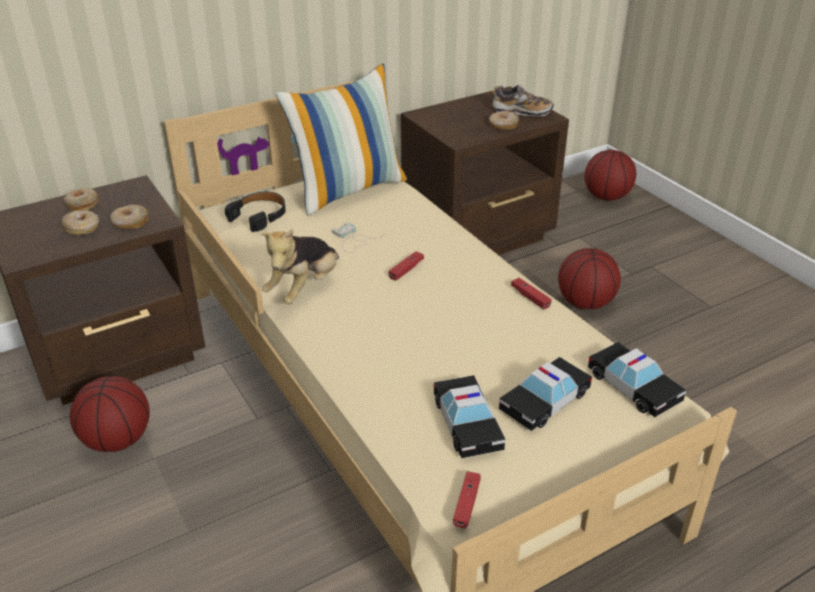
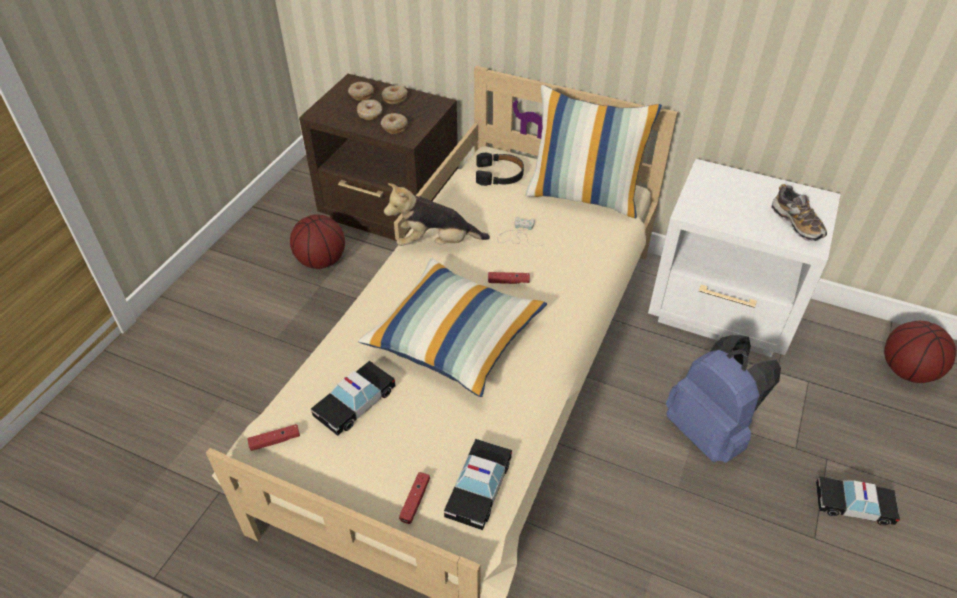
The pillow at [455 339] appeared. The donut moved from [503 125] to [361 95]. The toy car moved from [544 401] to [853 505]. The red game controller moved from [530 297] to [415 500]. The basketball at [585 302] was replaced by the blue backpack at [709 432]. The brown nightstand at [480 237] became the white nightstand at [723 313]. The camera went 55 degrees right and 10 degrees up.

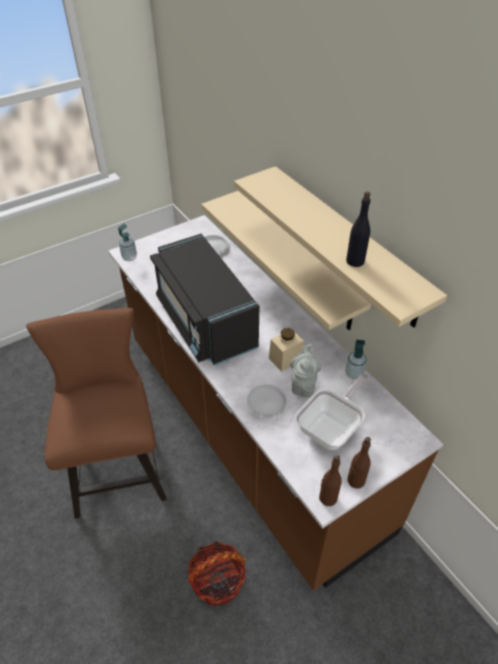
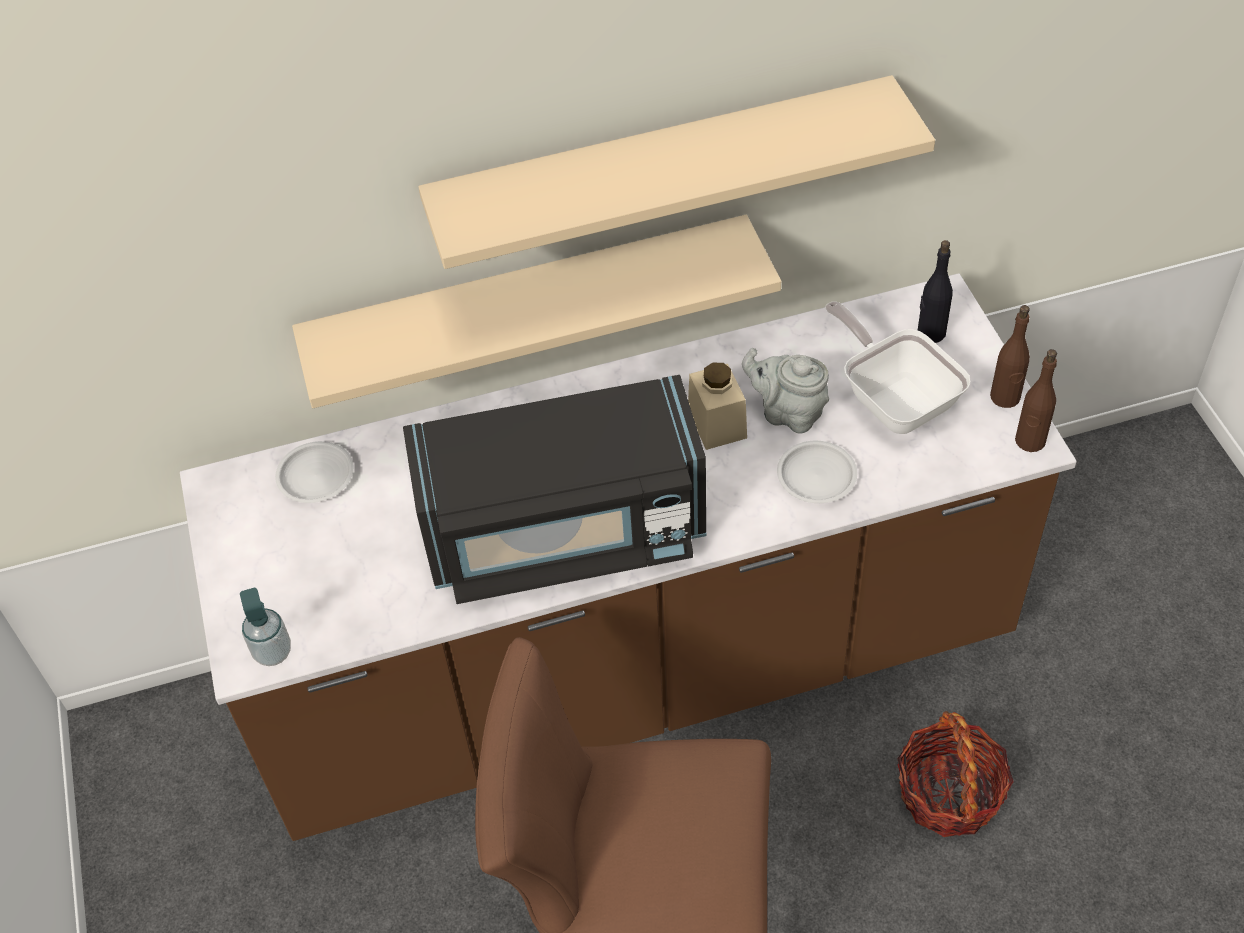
The soap dispenser at [354 374] disappeared. The black bottle moved from [355 261] to [930 333]. The camera went 70 degrees left and 5 degrees up.

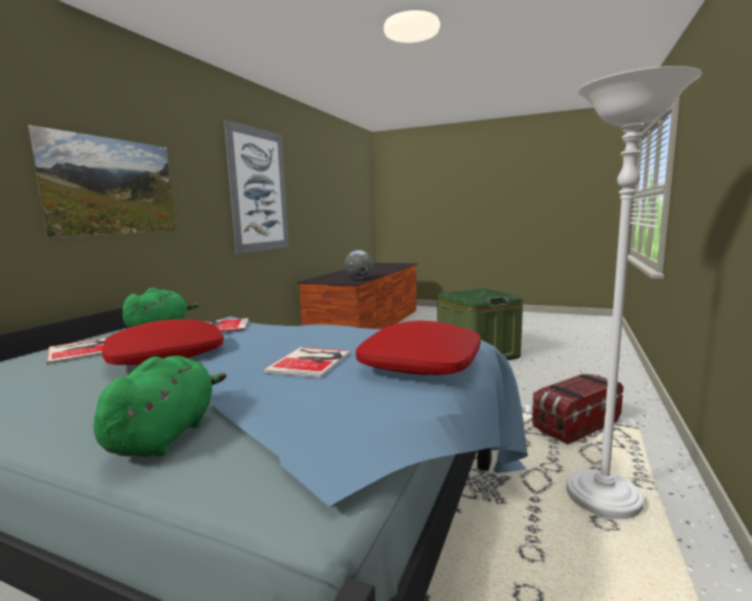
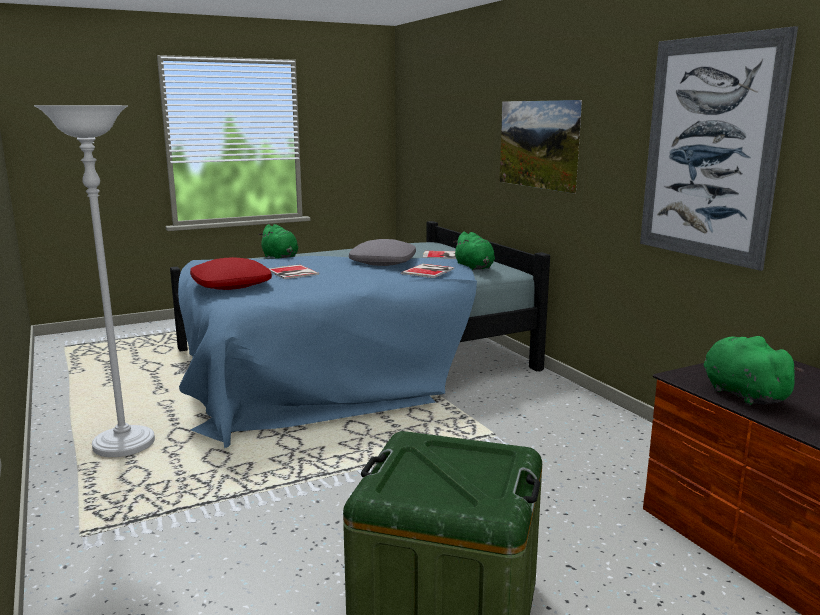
The storage box at [575 425] disappeared. The globe at [359 278] was replaced by the green plush toy at [741 394]. The red pillow at [166 356] became the grey pillow at [382 262]. The camera went 130 degrees right and 5 degrees up.

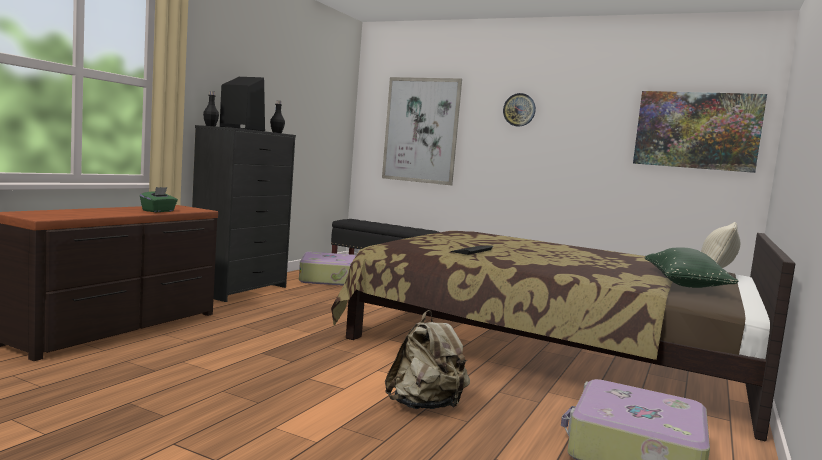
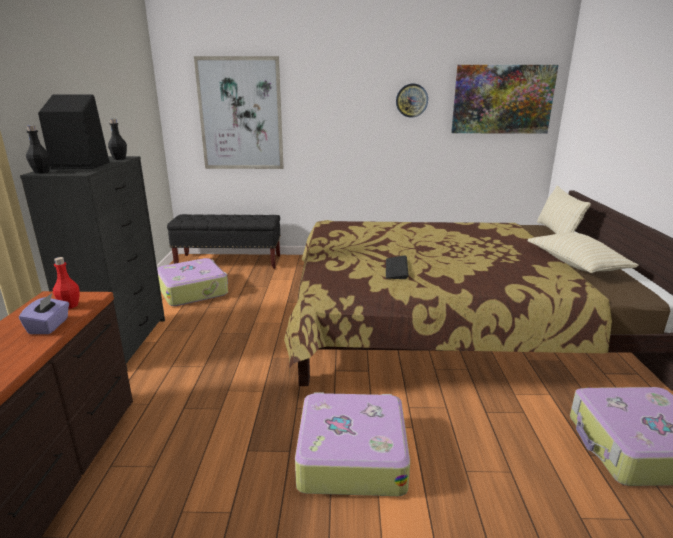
The beige backpack at [425 406] disappeared. The red bottle at [69 306] appeared. The suitcase at [351 455] appeared. The wall clock moved from [519 110] to [411 100]. The green tissue box at [158 211] became the purple tissue box at [49 326]. The green pillow at [684 284] became the beige pillow at [576 265]. The camera went 25 degrees left and 15 degrees up.

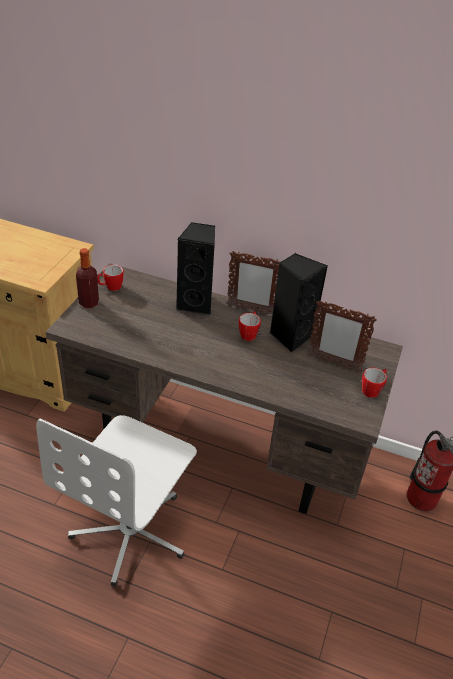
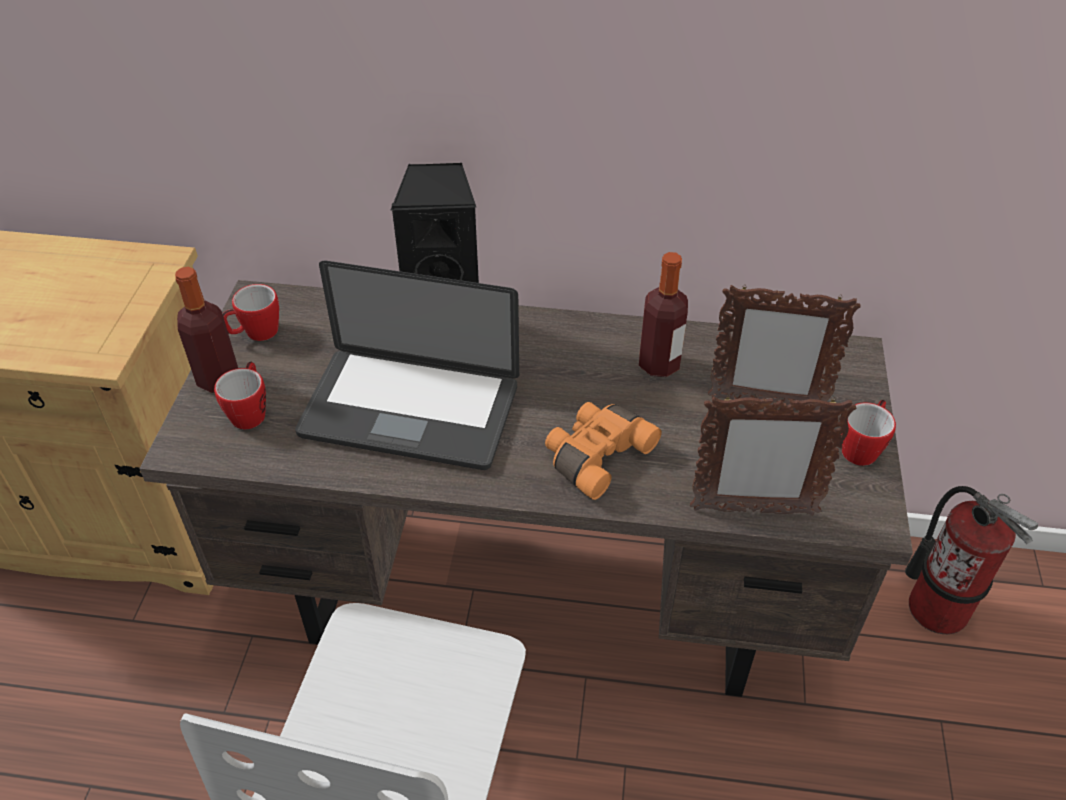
The laptop at [410 411] appeared. The orange binoculars at [596 455] appeared. The picture frame moved from [251 310] to [752 511]. The mug moved from [249 333] to [250 411]. The black speaker at [290 336] was replaced by the bottle at [659 364]. The camera went 10 degrees left and 5 degrees up.

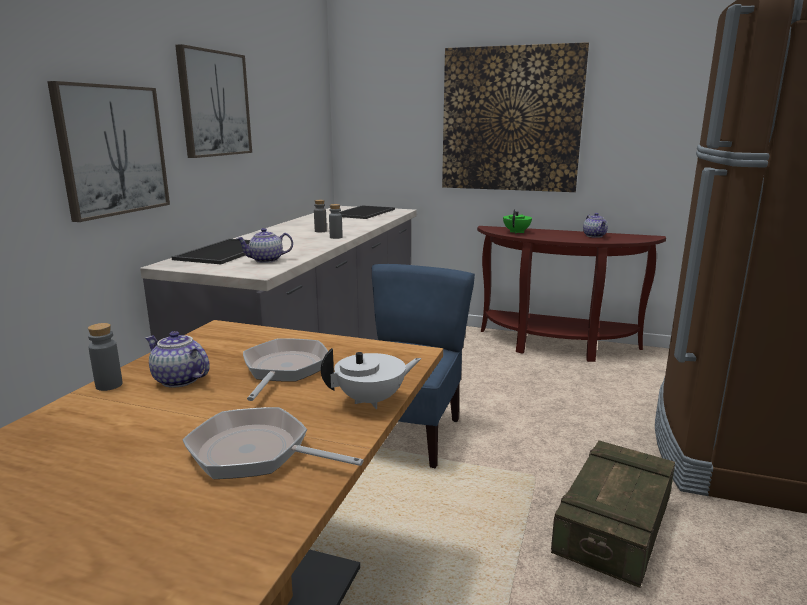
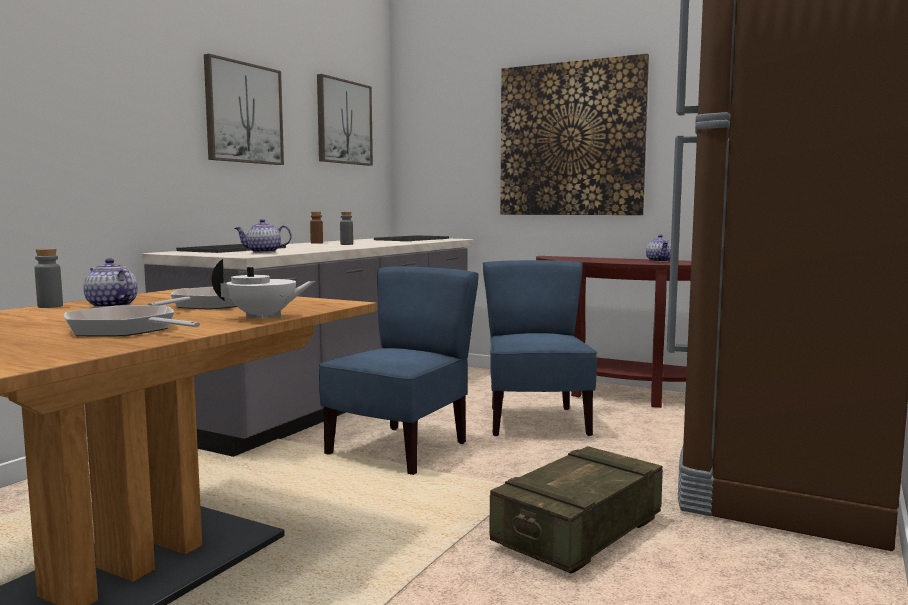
The grey bottle at [336 237] disappeared. The green teapot at [517 232] disappeared. The brown bottle at [316 243] appeared. The blue chair at [536 422] appeared. The picture moved from [112 150] to [343 122]. The camera went 10 degrees right and 10 degrees down.

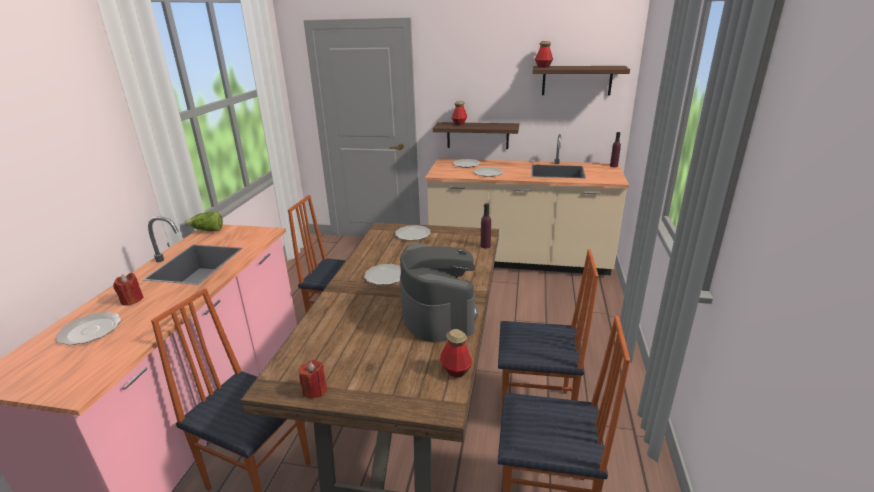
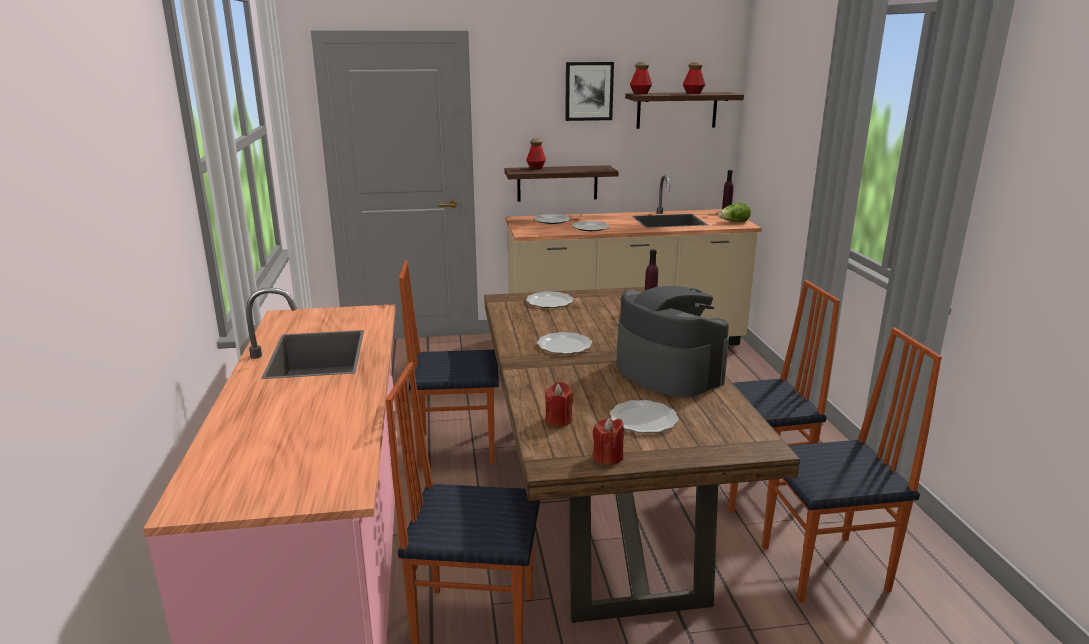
The picture at [589 91] appeared. The plate moved from [90 330] to [642 419]. The red candle moved from [132 300] to [558 420]. The lettuce moved from [207 231] to [734 222]. The bottle moved from [456 370] to [693 93]. The camera went 20 degrees left and 5 degrees down.

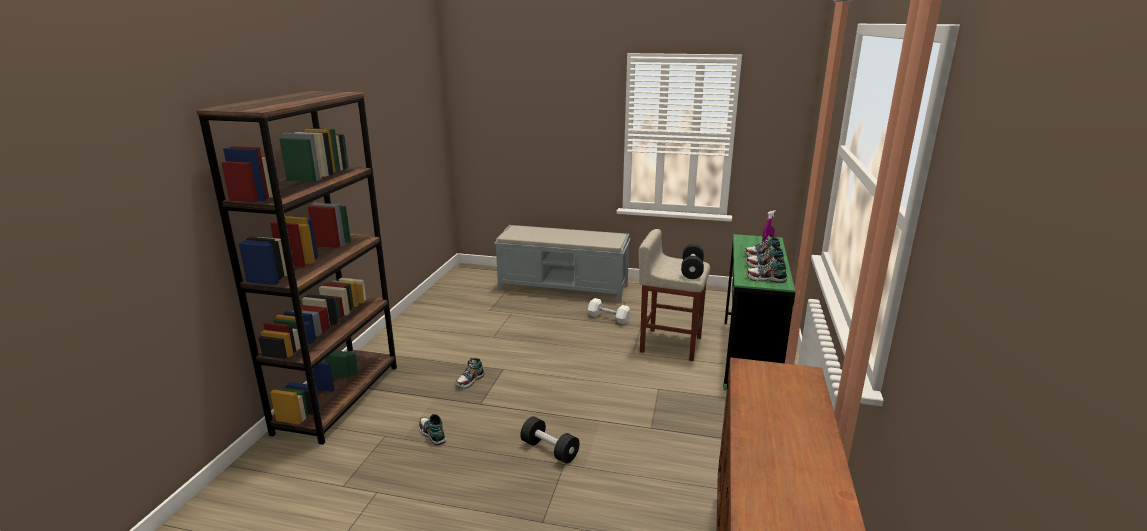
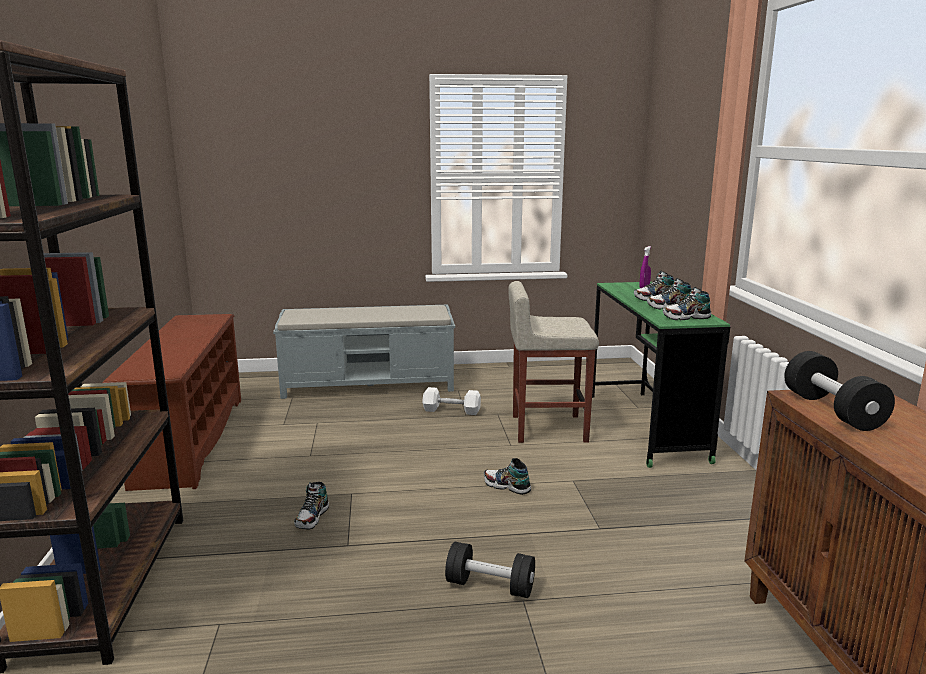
The brown shoe rack at [189 439] appeared. The shoe moved from [432 435] to [506 486]. The black dumbbell moved from [692 271] to [832 411]. The camera went 20 degrees left and 5 degrees down.

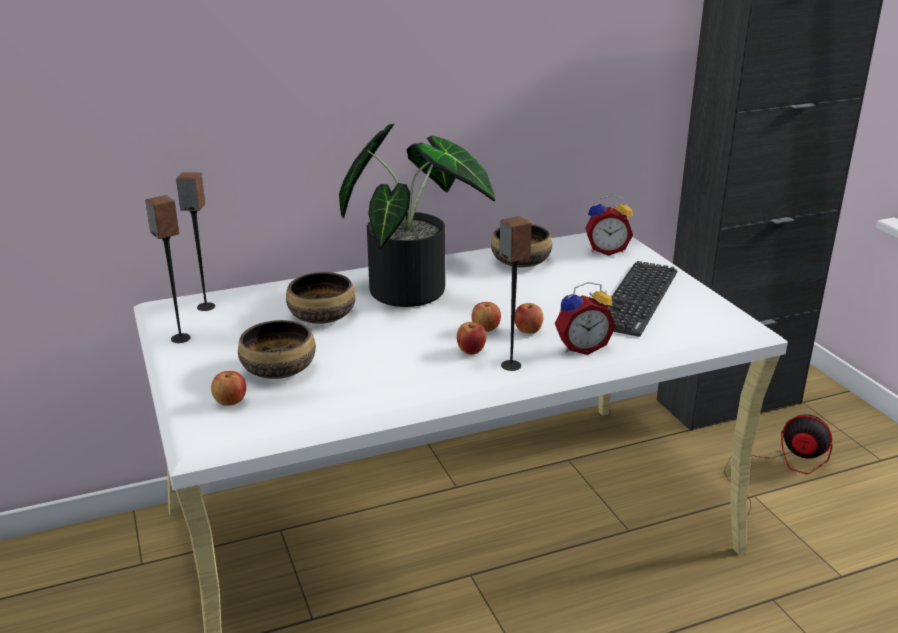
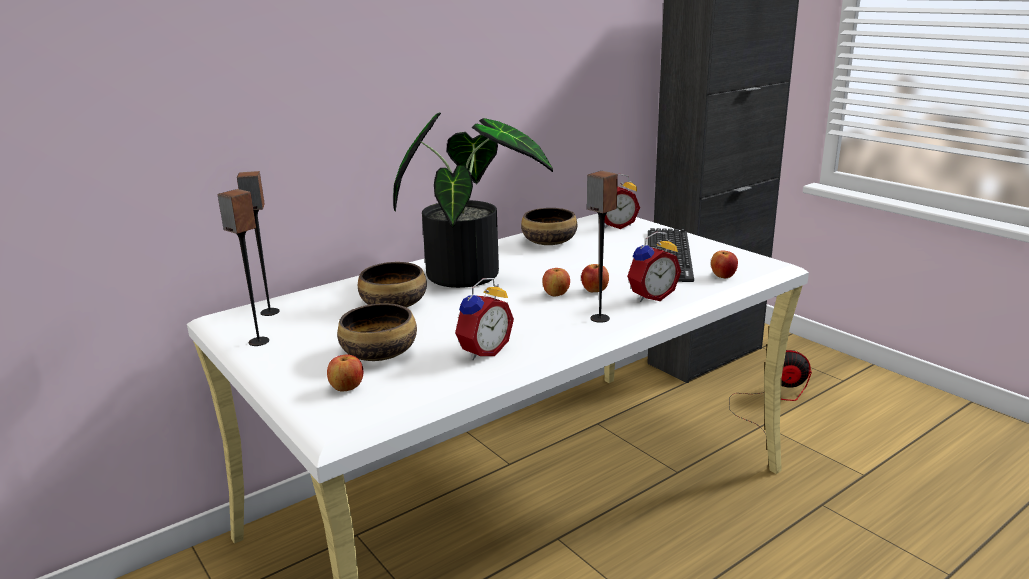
The alarm clock at [482 351] appeared. The apple moved from [471 351] to [723 276]. The camera went 15 degrees left and 5 degrees down.

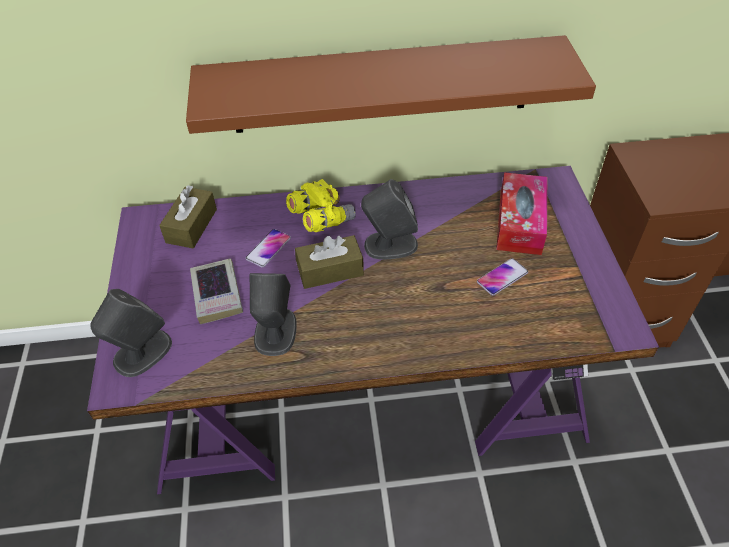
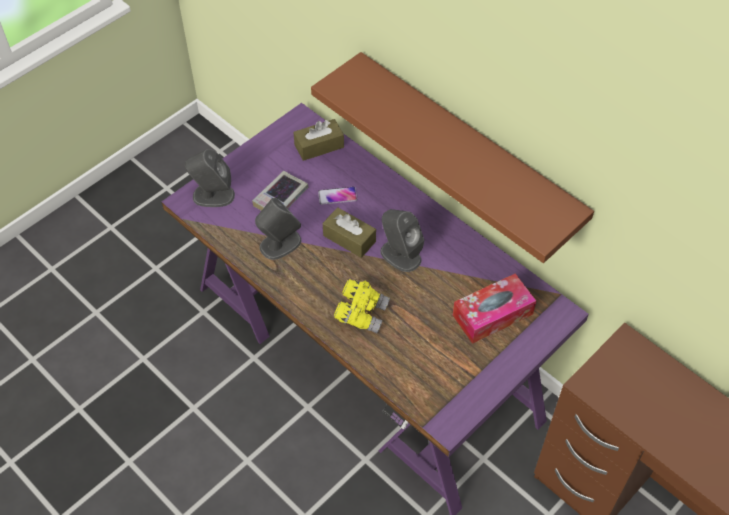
The phone at [502 277] disappeared. The yellow binoculars moved from [321 218] to [361 313]. The camera went 50 degrees right and 5 degrees up.

